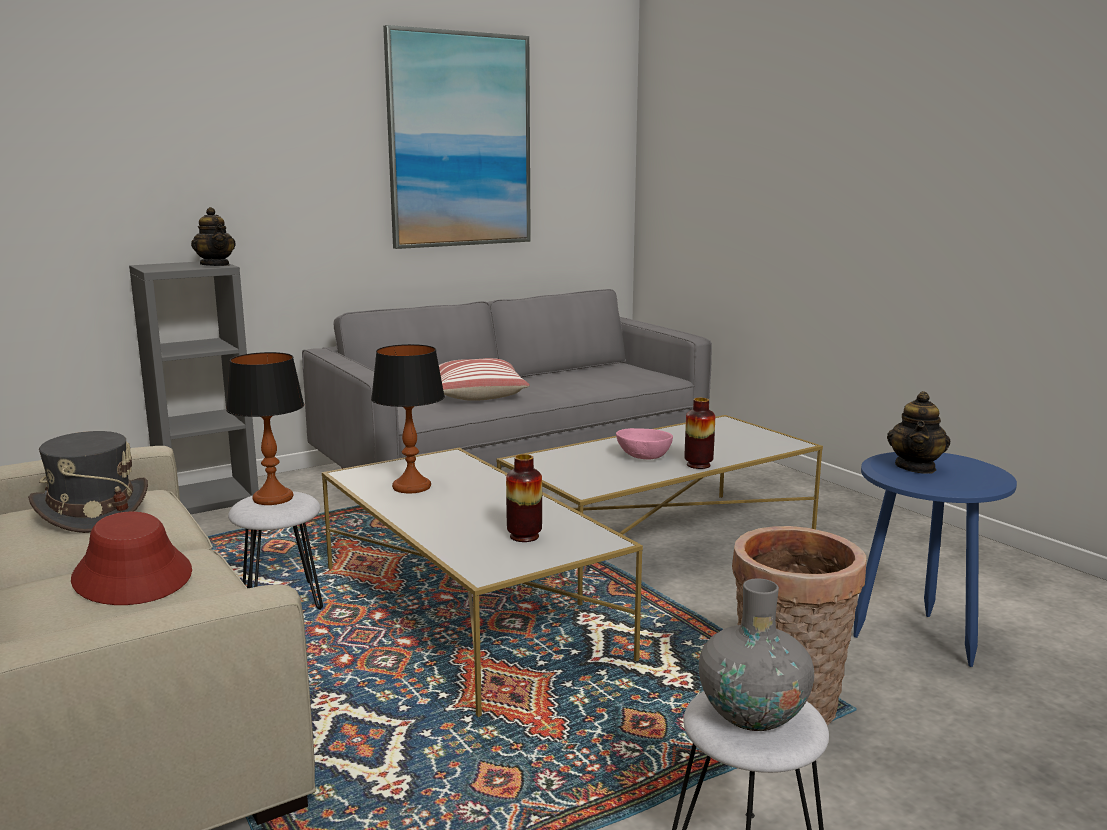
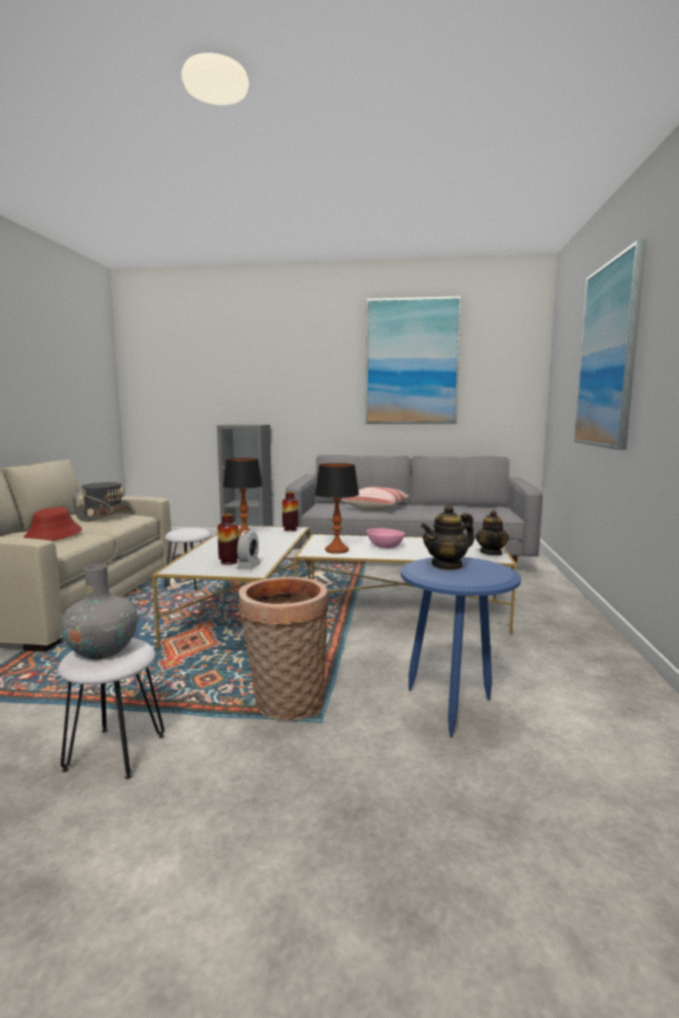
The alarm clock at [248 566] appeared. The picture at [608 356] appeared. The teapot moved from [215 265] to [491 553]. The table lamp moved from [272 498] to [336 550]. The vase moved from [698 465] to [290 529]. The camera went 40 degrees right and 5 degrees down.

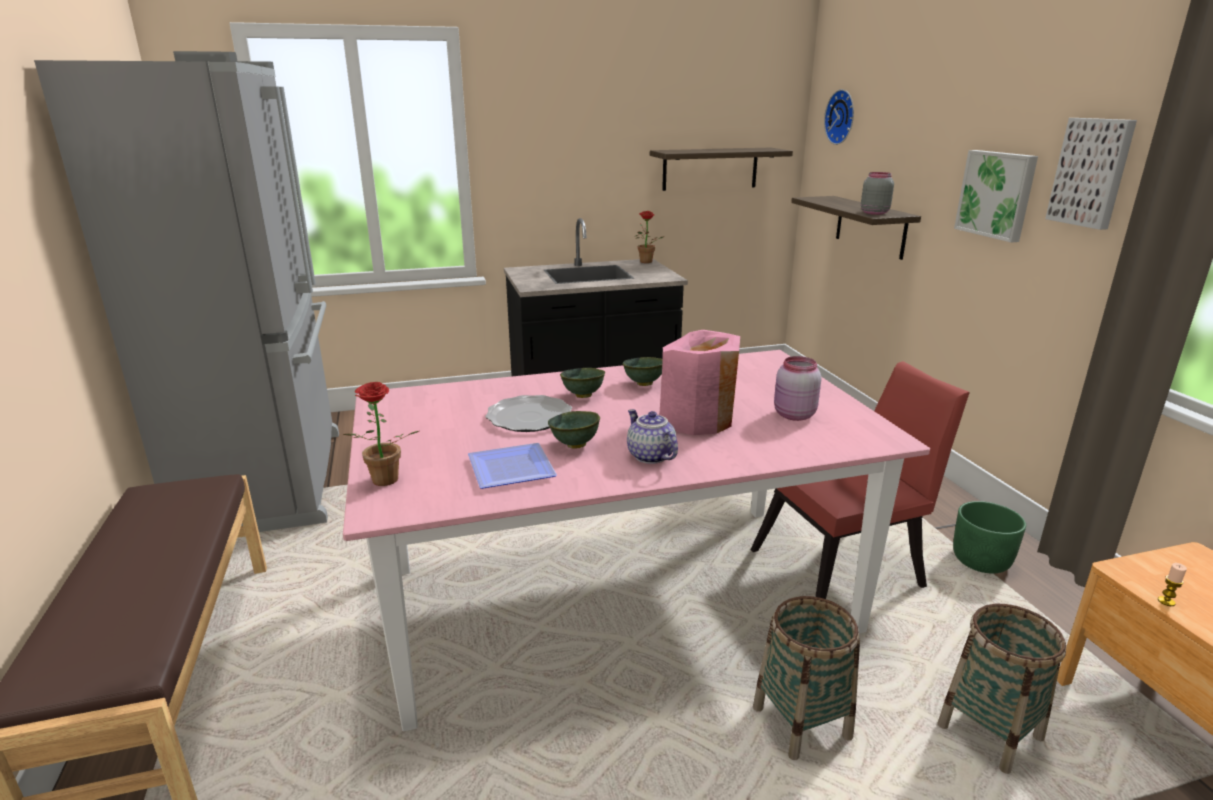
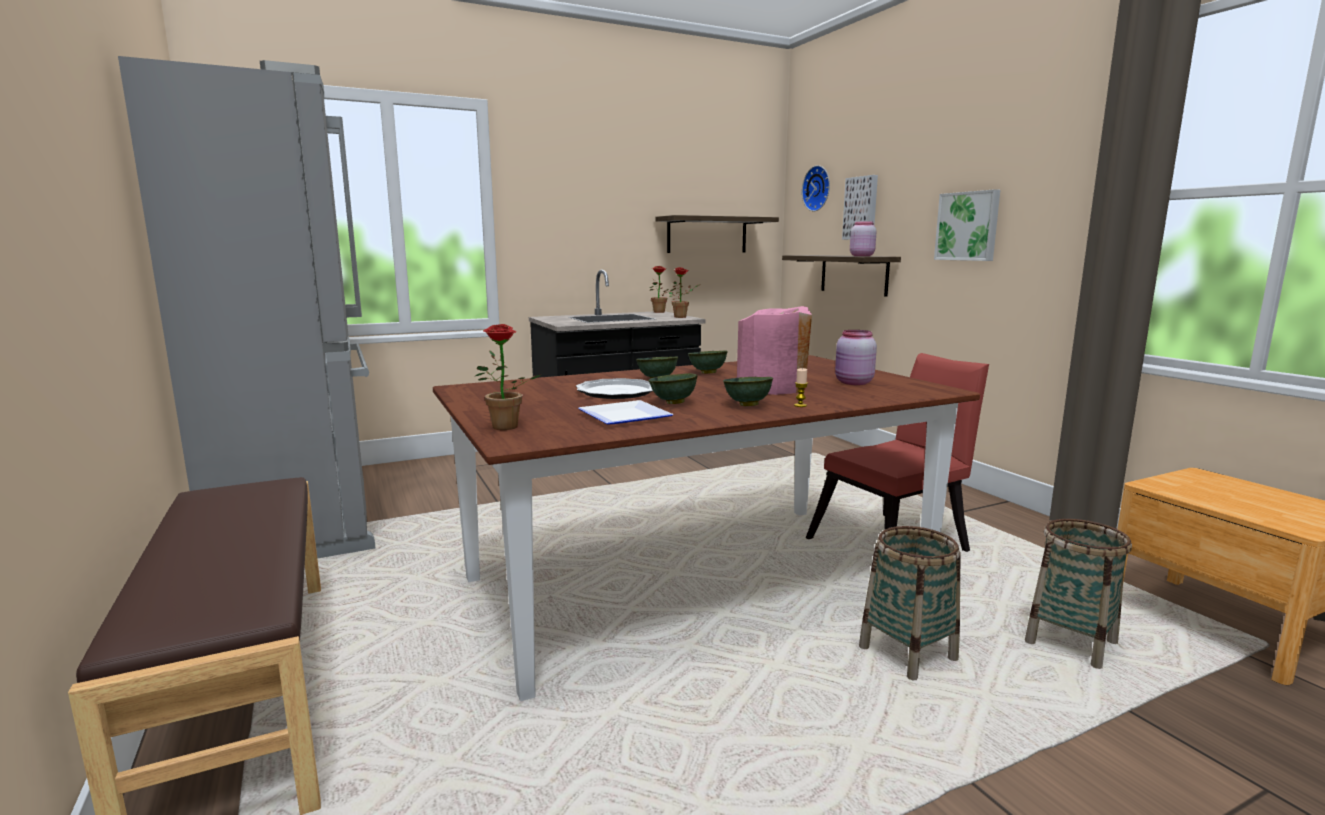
The green planter at [981 561] disappeared. The potted plant at [682 317] appeared. The picture moved from [1092 172] to [861 208]. The candle moved from [1166 601] to [800 405]. The teapot at [649 456] was replaced by the green bowl at [747 405]. The pink dining table at [617 600] became the brown dining table at [697 583]. The grey jar at [873 213] became the pink jar at [861 256]. The camera went 10 degrees left and 10 degrees down.

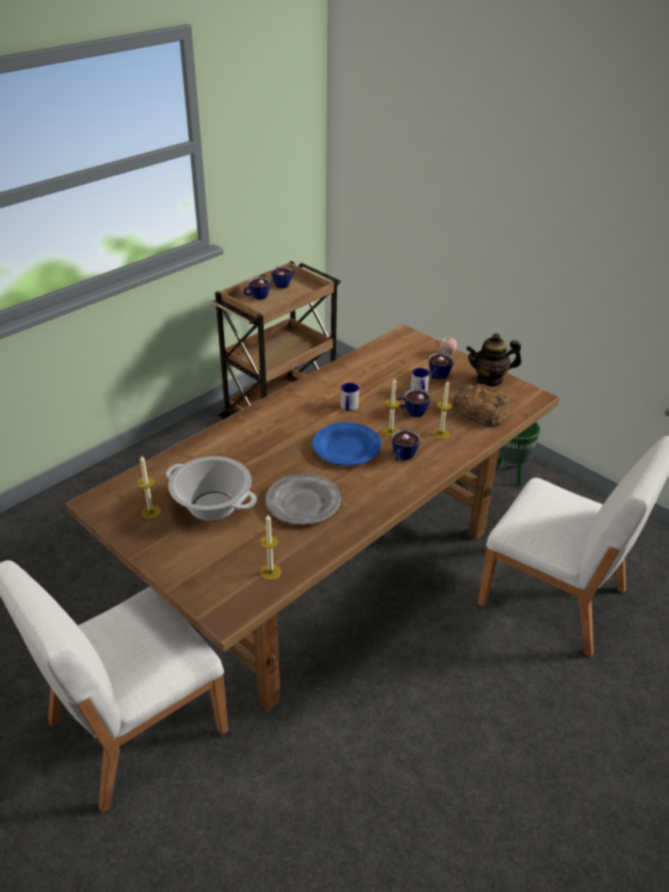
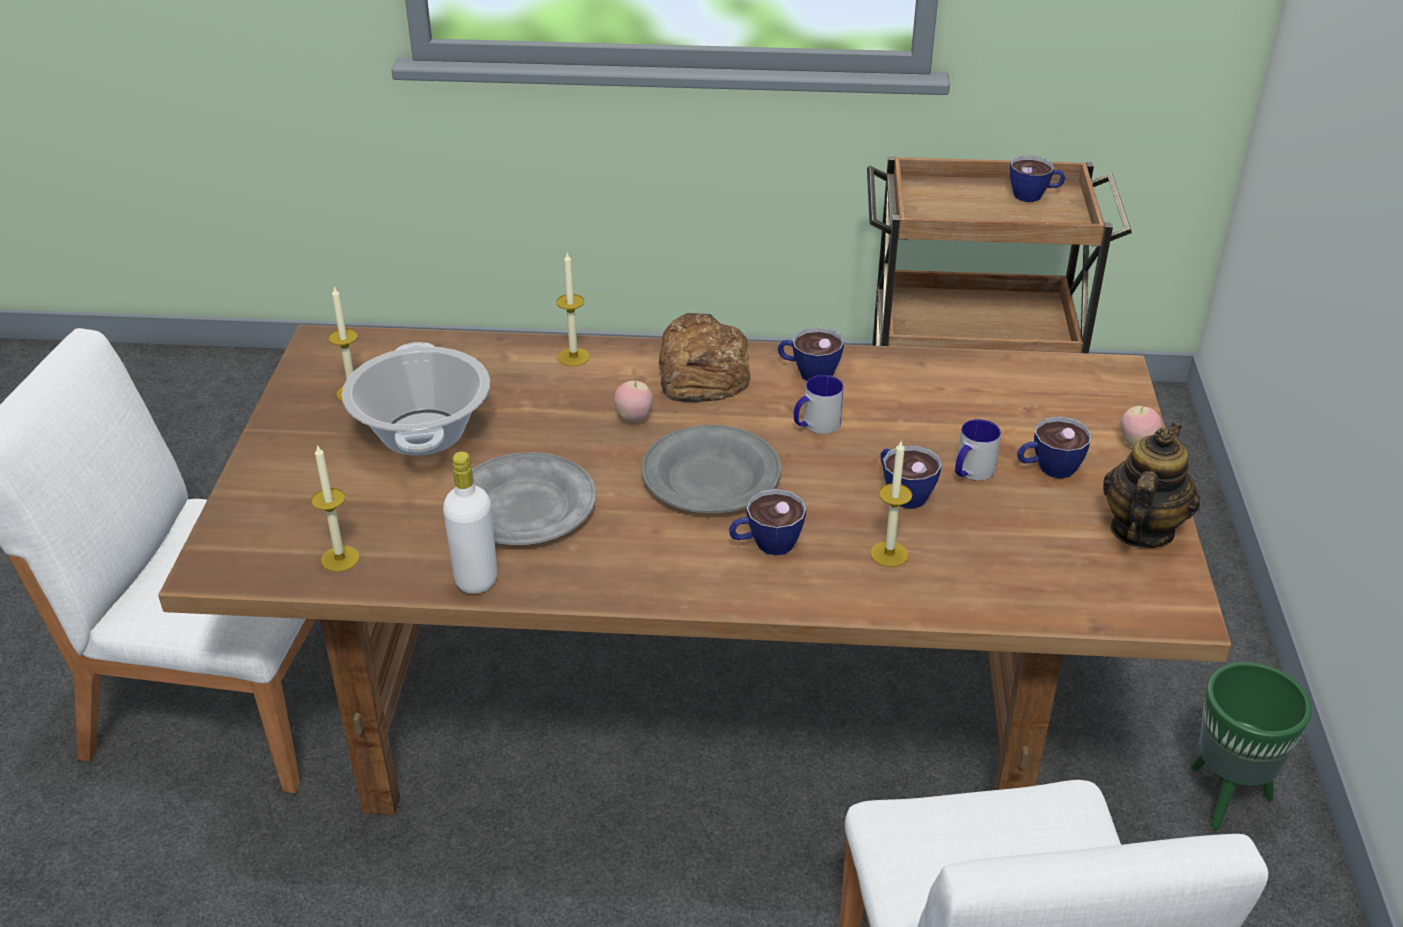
The white bottle at [476 580] appeared. The apple at [634 418] appeared. The cup moved from [256 297] to [808 372]. The candle moved from [390 431] to [573 357]. The bread moved from [480 410] to [702 371]. The blue plate at [347 447] became the grey plate at [712 477]. The teapot at [490 379] turned 75 degrees clockwise. The camera went 50 degrees right and 0 degrees up.

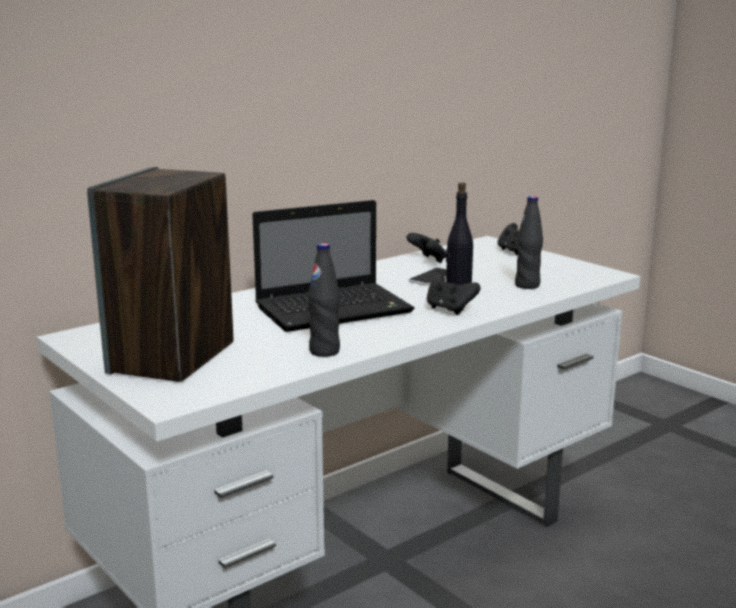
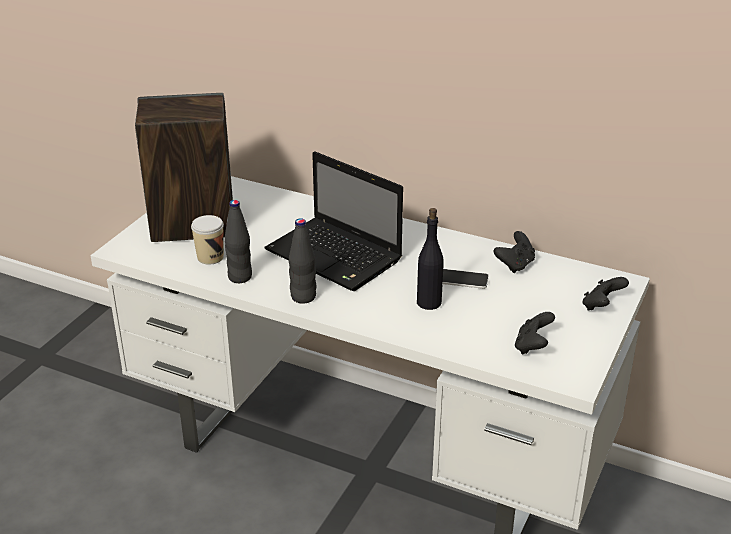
The cup at [210 257] appeared. The black game controller moved from [449 309] to [532 346]. The black bottle moved from [527 285] to [303 297]. The camera went 65 degrees right and 15 degrees up.

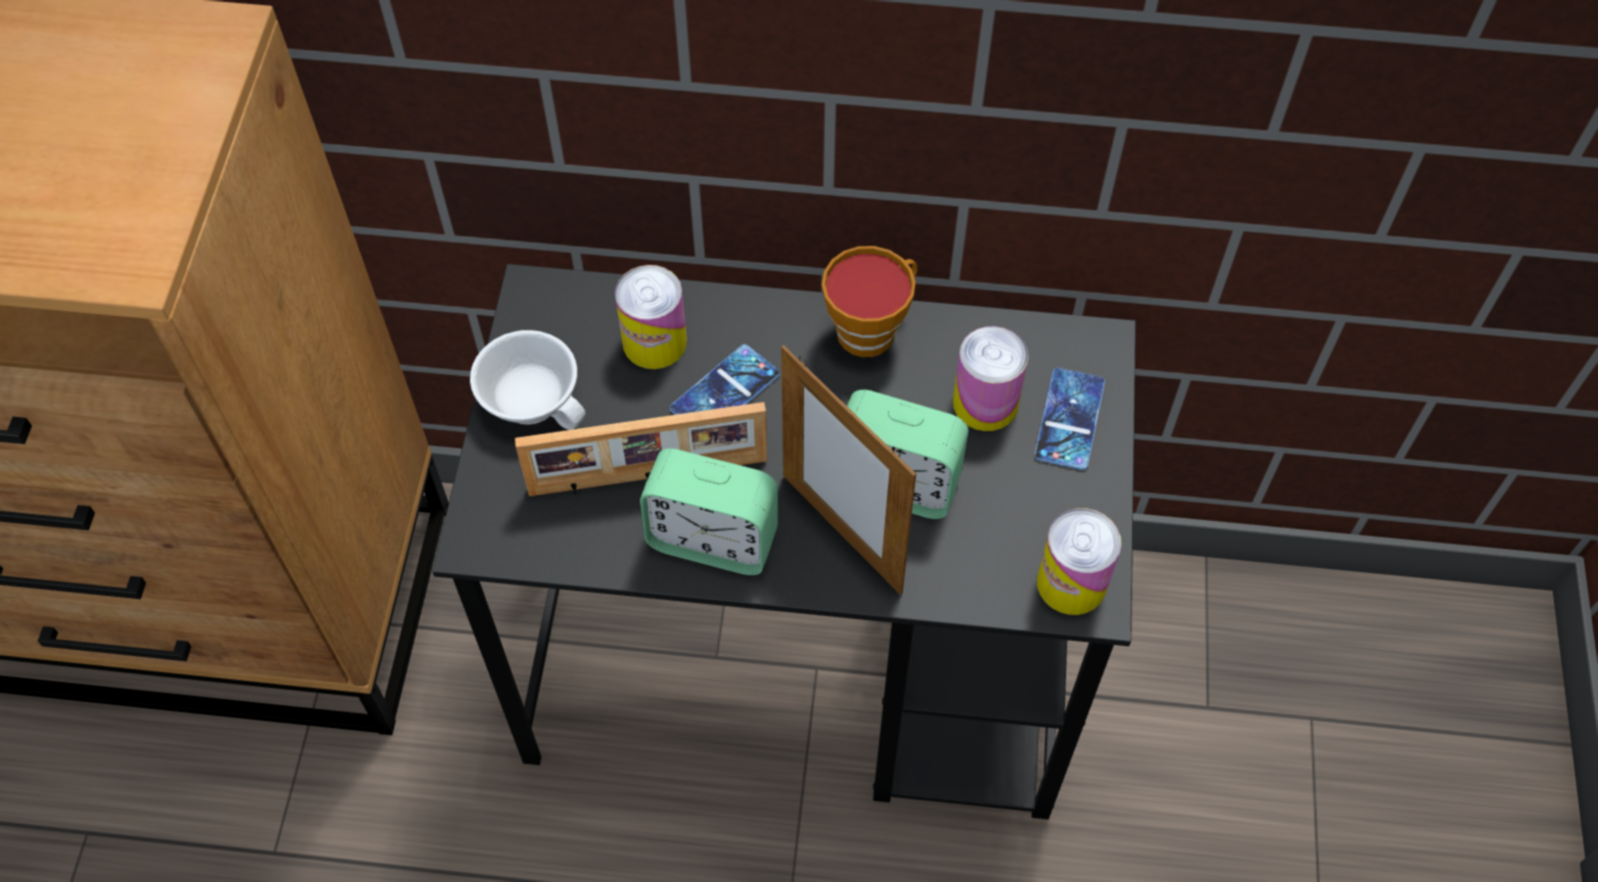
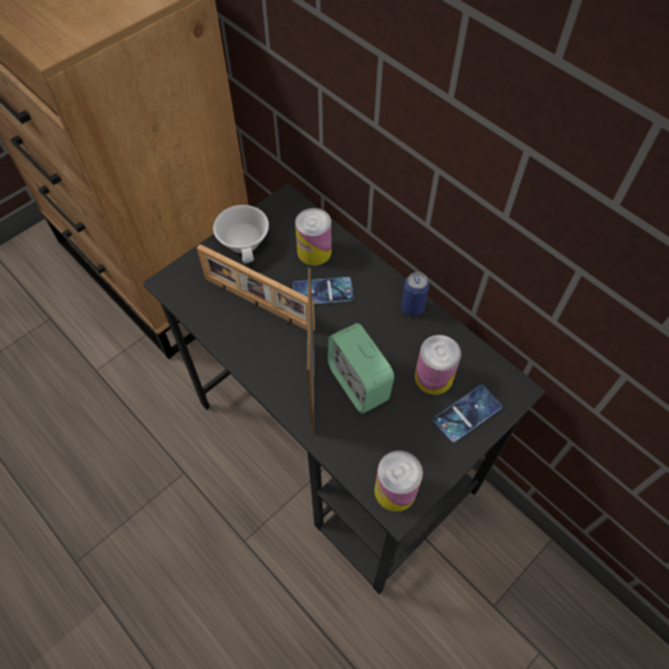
The alarm clock at [713 539] disappeared. The cup at [871 328] was replaced by the can at [412 308]. The camera went 40 degrees right and 0 degrees up.

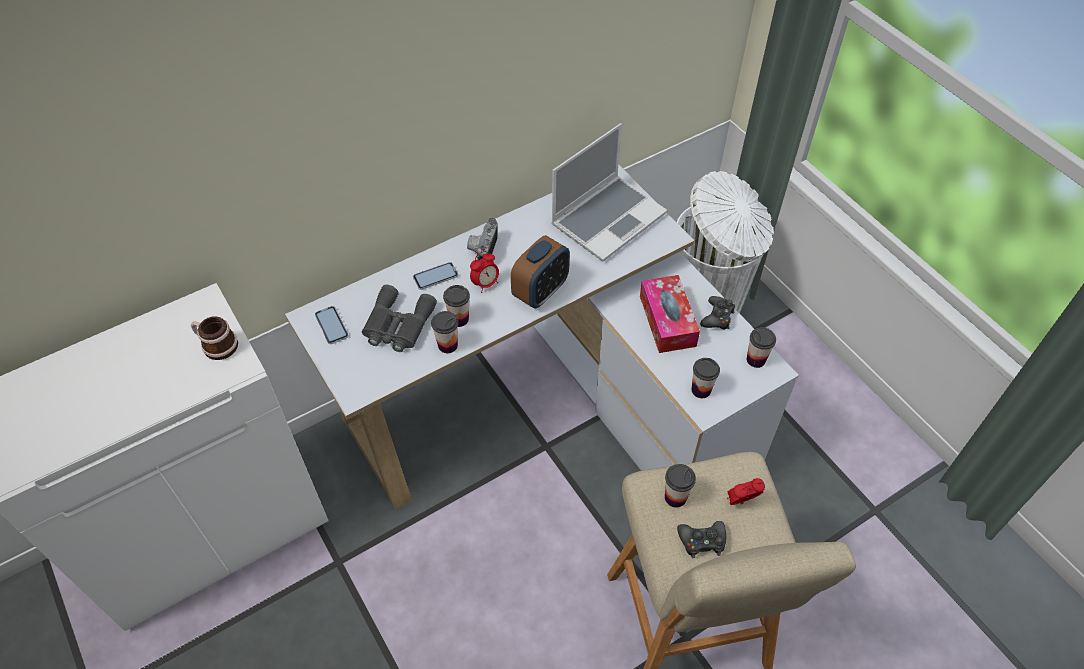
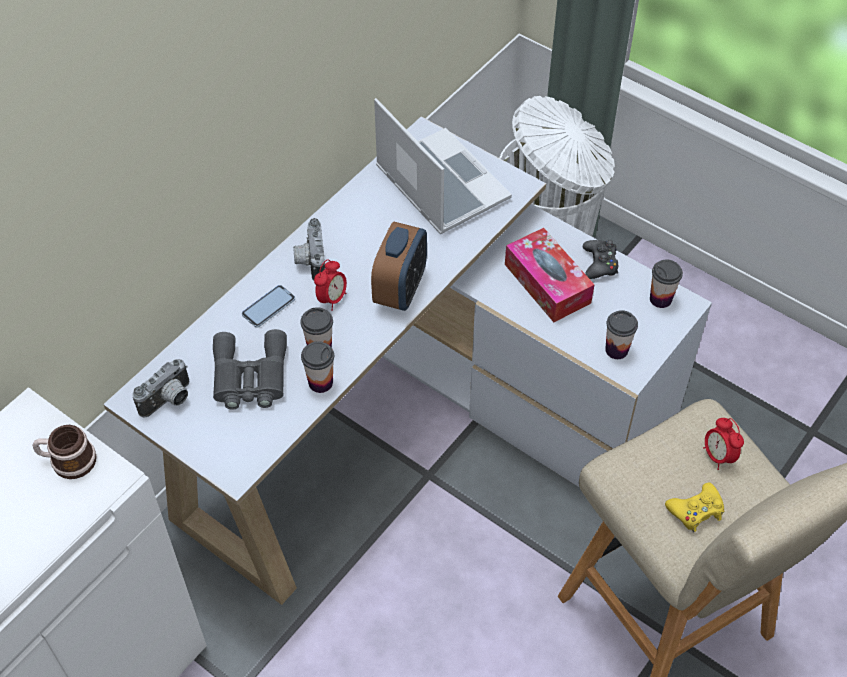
The cup at [675 497] disappeared. The phone at [331 326] was replaced by the photo camera at [169 401]. The black game controller at [702 541] became the yellow game controller at [696 511]. The laptop at [608 218] turned 60 degrees counterclockwise. The alarm clock at [741 502] turned 75 degrees counterclockwise. The camera went 20 degrees left and 0 degrees up.

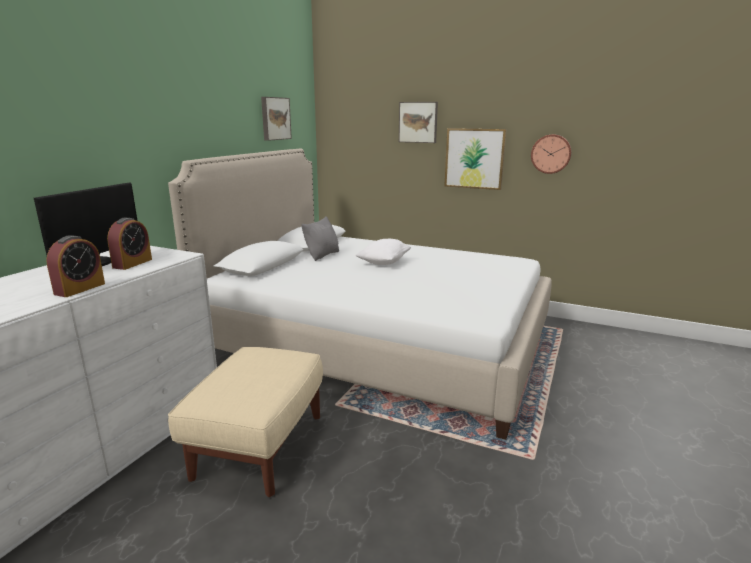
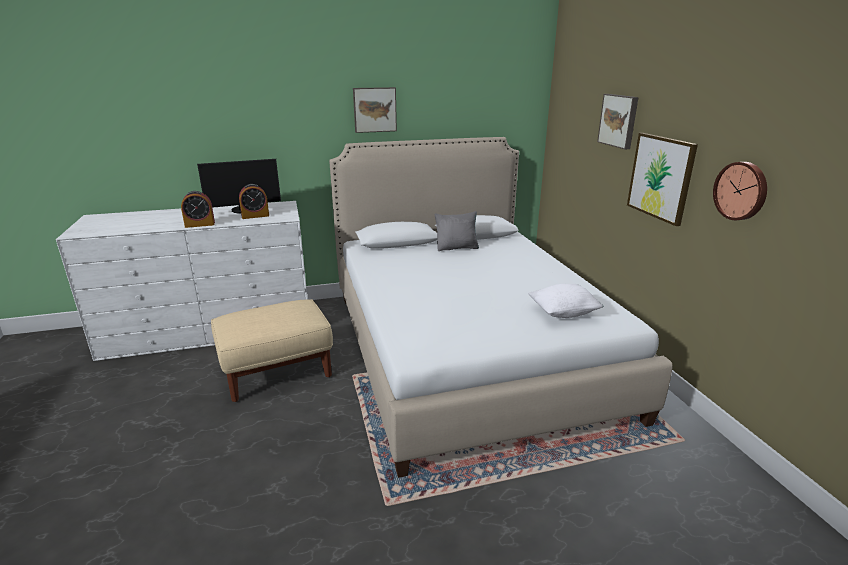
The picture moved from [275 118] to [374 109]. The white pillow moved from [383 262] to [563 313]. The camera went 50 degrees right and 5 degrees up.

